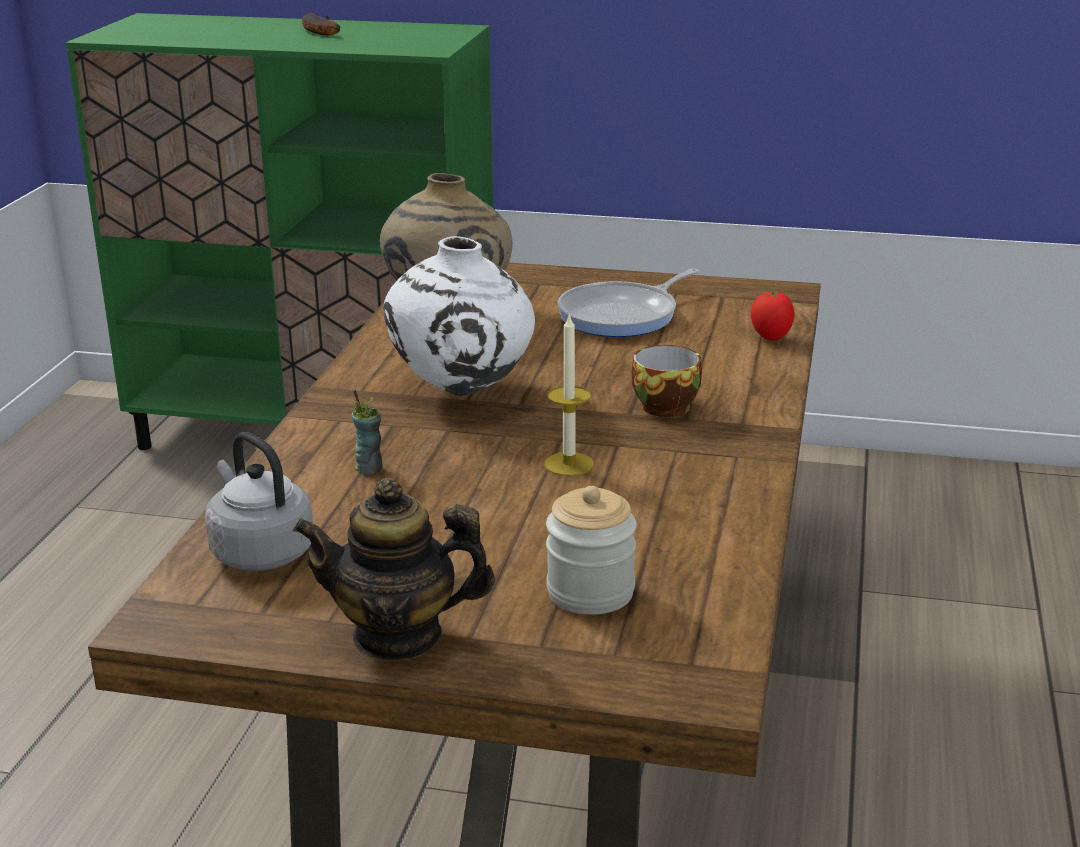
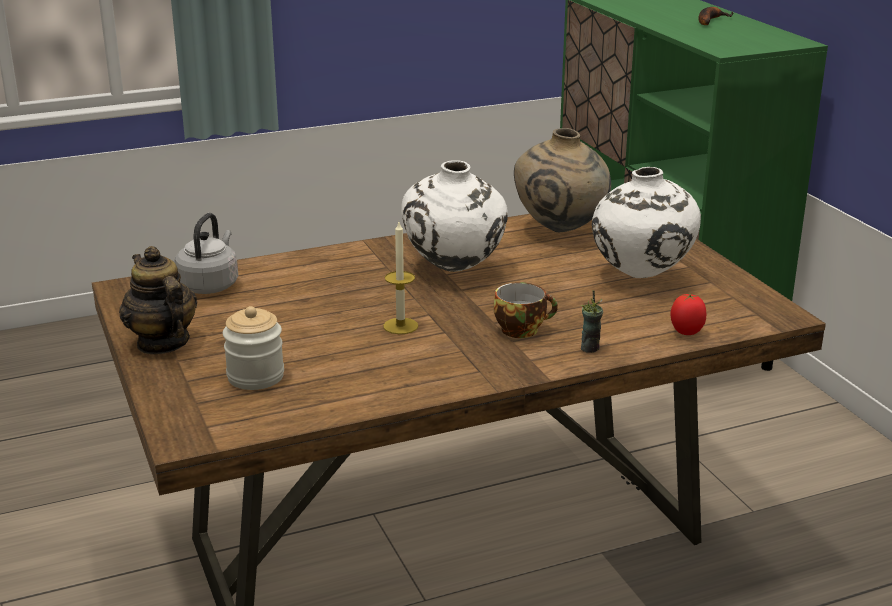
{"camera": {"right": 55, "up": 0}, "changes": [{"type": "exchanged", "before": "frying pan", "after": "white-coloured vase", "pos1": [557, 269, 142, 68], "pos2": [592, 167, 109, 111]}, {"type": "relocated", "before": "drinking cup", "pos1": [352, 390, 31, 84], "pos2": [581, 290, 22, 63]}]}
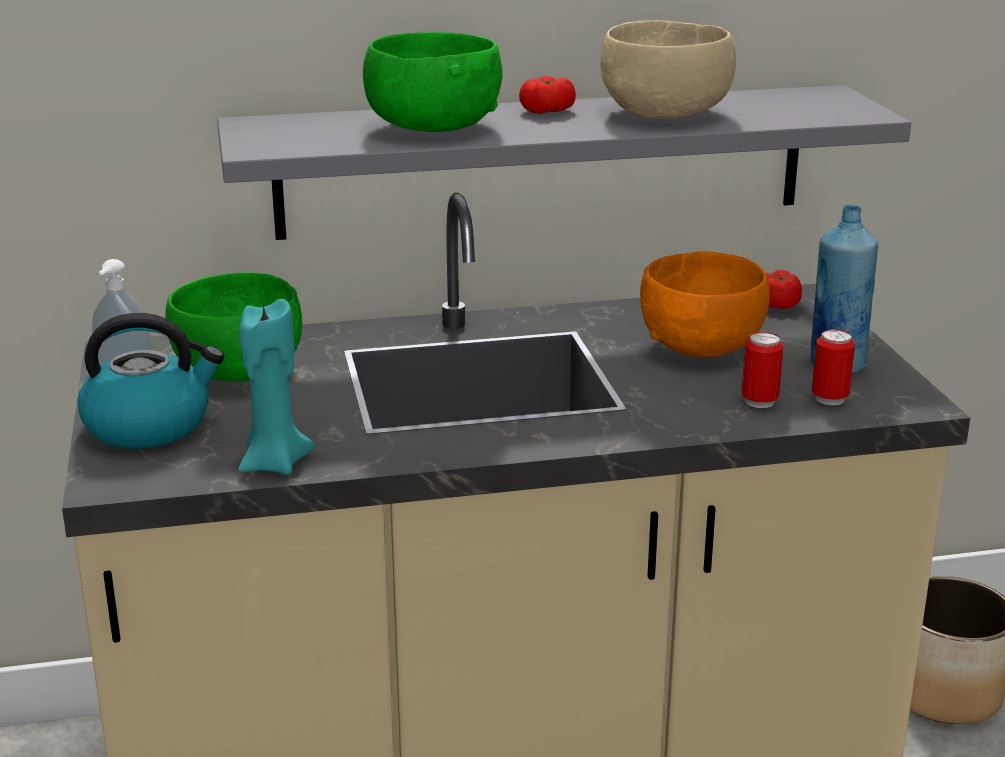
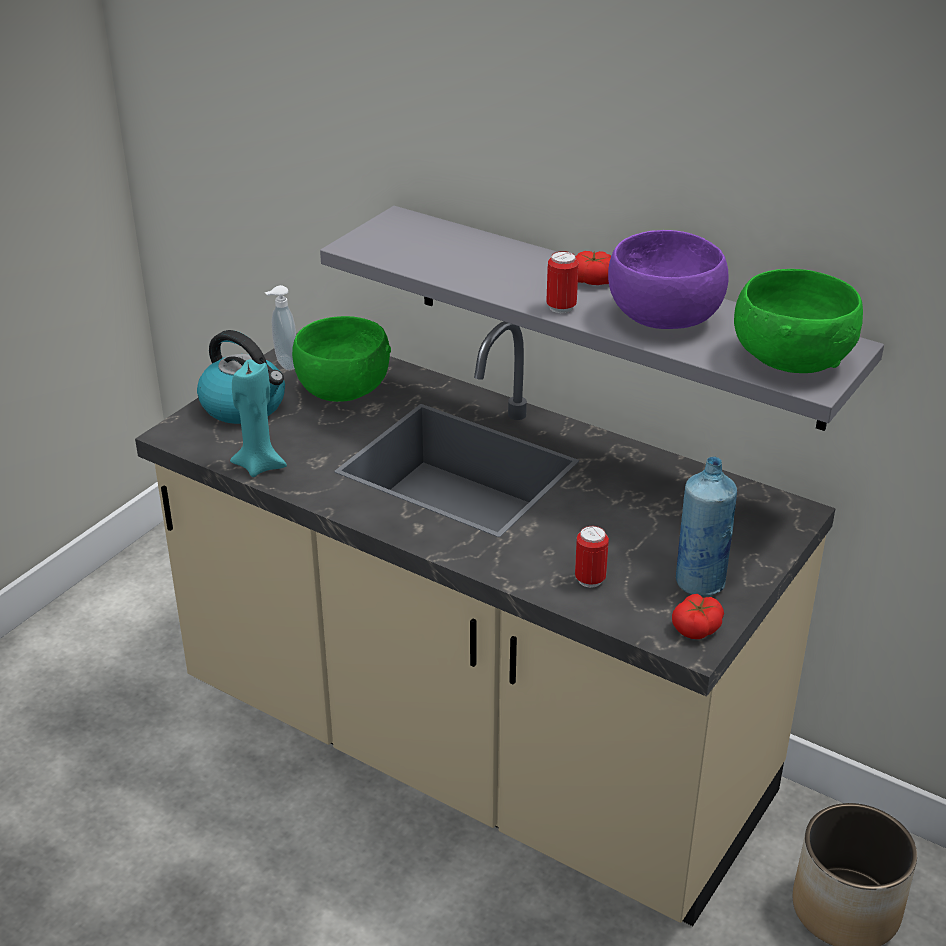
{"camera": {"right": 45, "up": 10}, "changes": [{"type": "colour", "before": "sand-coloured bowl", "after": "purple-coloured bowl", "pos1": [601, 20, 135, 99], "pos2": [608, 230, 121, 99]}, {"type": "relocated", "before": "green-coloured bowl", "pos1": [363, 32, 140, 100], "pos2": [734, 269, 129, 104]}, {"type": "missing", "before": "orange bowl", "pos1": [640, 252, 130, 106]}, {"type": "relocated", "before": "tomato", "pos1": [766, 270, 36, 39], "pos2": [672, 594, 52, 45]}, {"type": "relocated", "before": "metal can", "pos1": [812, 329, 43, 76], "pos2": [546, 251, 32, 63]}]}
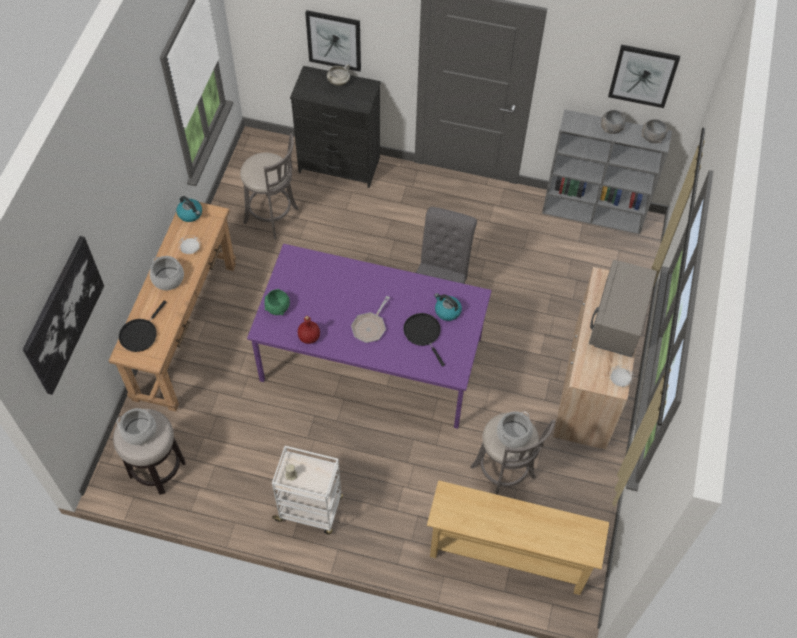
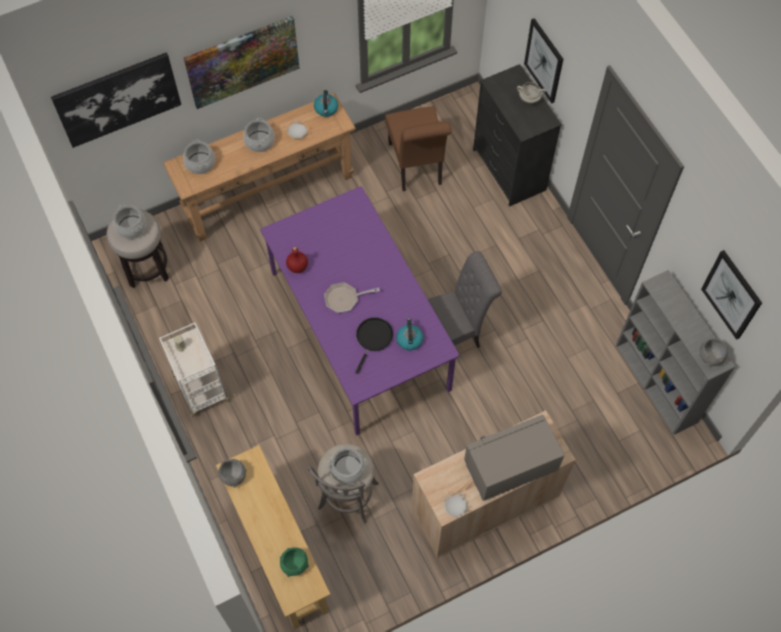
{"camera": {"right": 50, "up": 5}, "changes": [{"type": "relocated", "before": "greyish bowl", "pos1": [601, 110, 24, 24], "pos2": [218, 459, 29, 29]}, {"type": "exchanged", "before": "greyish stool seat", "after": "brown-coloured upright chair", "pos1": [240, 134, 59, 105], "pos2": [385, 106, 66, 85]}, {"type": "relocated", "before": "green-coloured bowl", "pos1": [264, 289, 26, 26], "pos2": [280, 547, 29, 30]}, {"type": "exchanged", "before": "black frying pan", "after": "cooking pot", "pos1": [119, 301, 48, 51], "pos2": [183, 140, 32, 34]}, {"type": "appeared", "after": "picture", "pos2": [184, 16, 116, 93]}]}
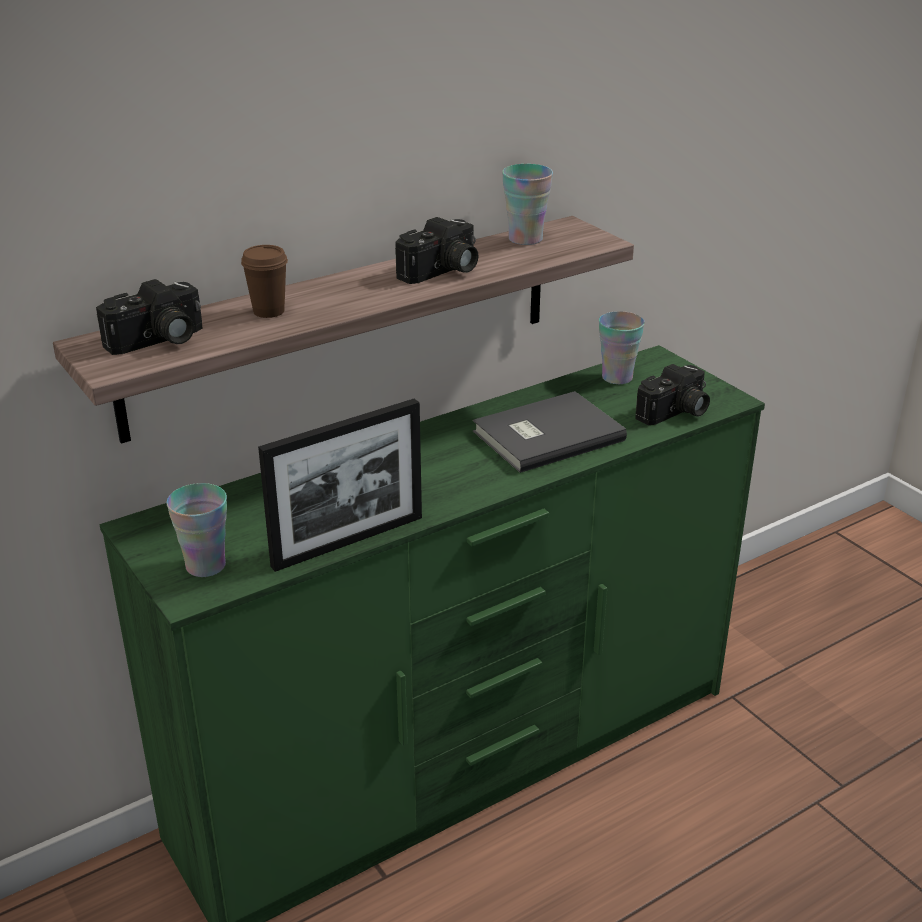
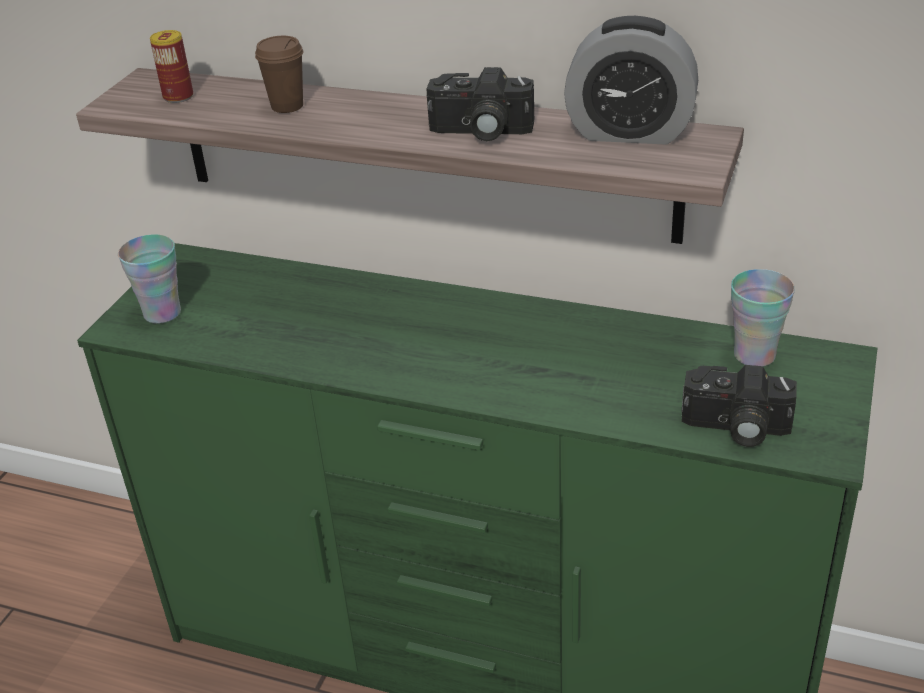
{"camera": {"right": 55, "up": 5}, "changes": [{"type": "exchanged", "before": "drinking cup", "after": "table clock", "pos1": [502, 164, 51, 81], "pos2": [564, 16, 134, 128]}, {"type": "exchanged", "before": "photo camera", "after": "metal can", "pos1": [96, 279, 107, 76], "pos2": [150, 30, 43, 73]}, {"type": "missing", "before": "greyish book", "pos1": [473, 391, 154, 82]}, {"type": "missing", "before": "photo frame", "pos1": [258, 399, 164, 173]}]}
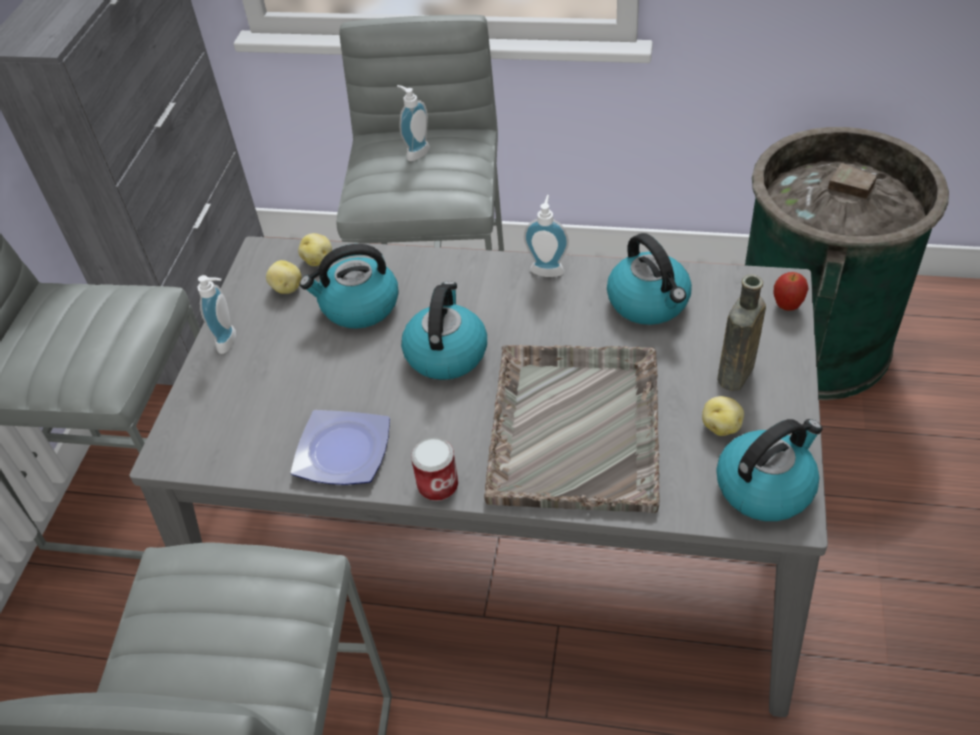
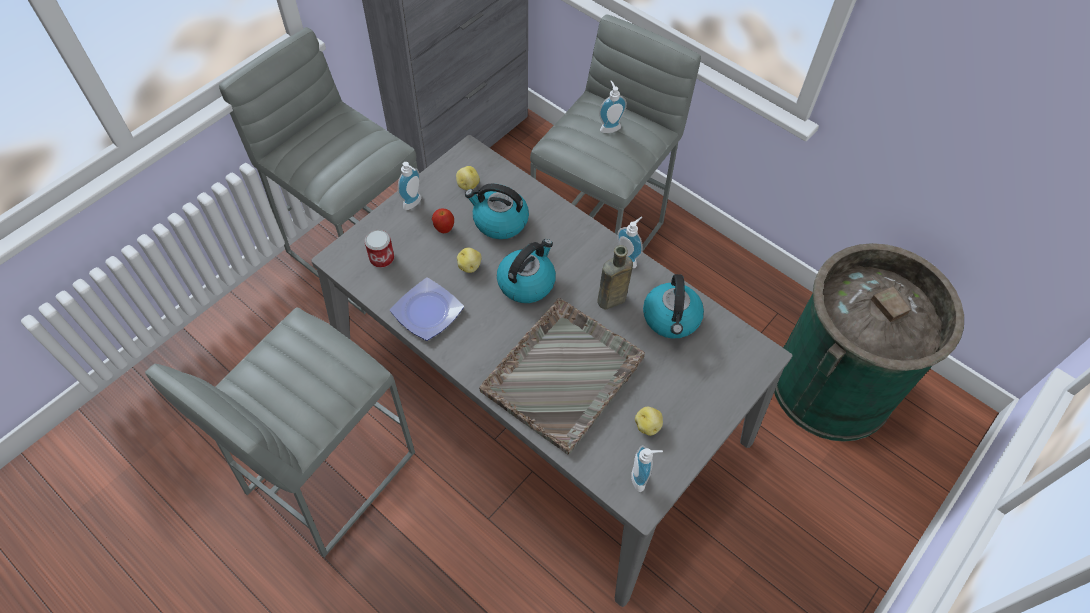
{"camera": {"right": 25, "up": 10}, "changes": [{"type": "relocated", "before": "potato", "pos1": [298, 233, 34, 33], "pos2": [457, 247, 25, 26]}, {"type": "relocated", "before": "whole apple", "pos1": [774, 272, 35, 39], "pos2": [432, 208, 22, 25]}, {"type": "relocated", "before": "brown-coloured drink bottle", "pos1": [717, 274, 49, 117], "pos2": [597, 245, 36, 65]}, {"type": "exchanged", "before": "kettle", "after": "soap dispenser", "pos1": [716, 419, 106, 102], "pos2": [631, 445, 32, 47]}, {"type": "relocated", "before": "metal can", "pos1": [411, 437, 47, 64], "pos2": [365, 230, 29, 38]}]}
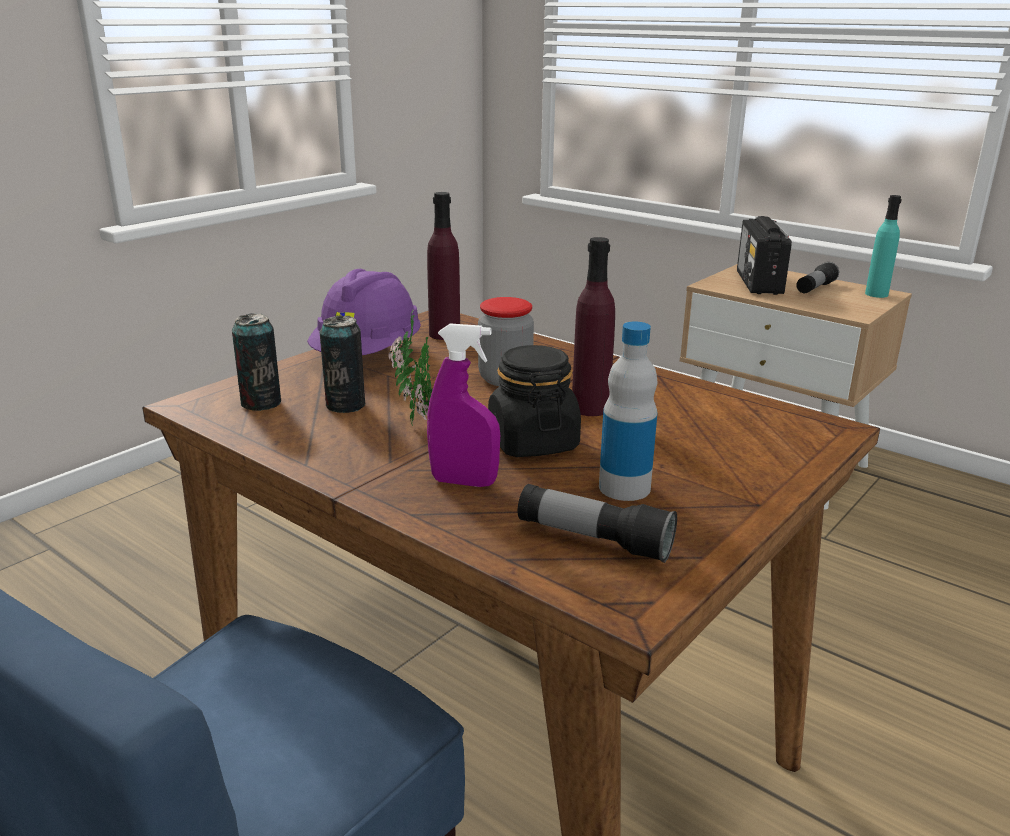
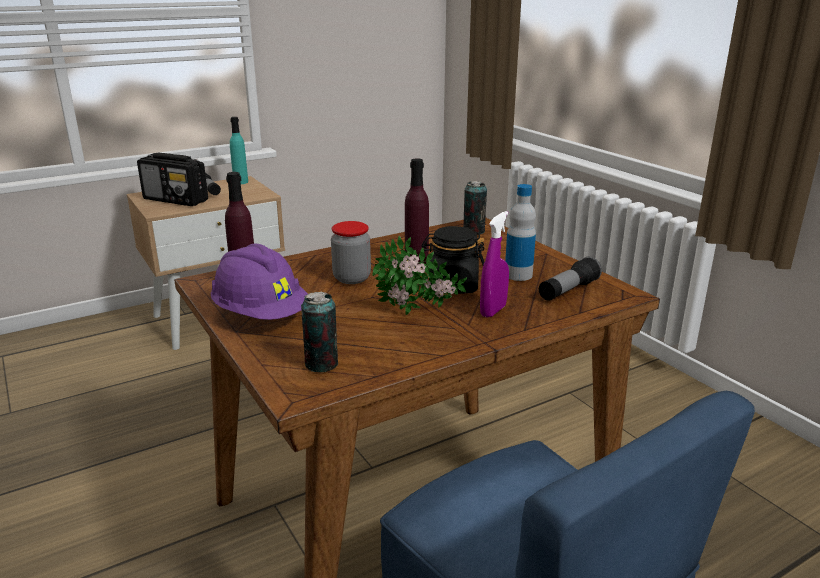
{"camera": {"right": -70, "up": 0}, "changes": [{"type": "relocated", "before": "metal can", "pos1": [320, 316, 45, 97], "pos2": [463, 181, 24, 54]}]}
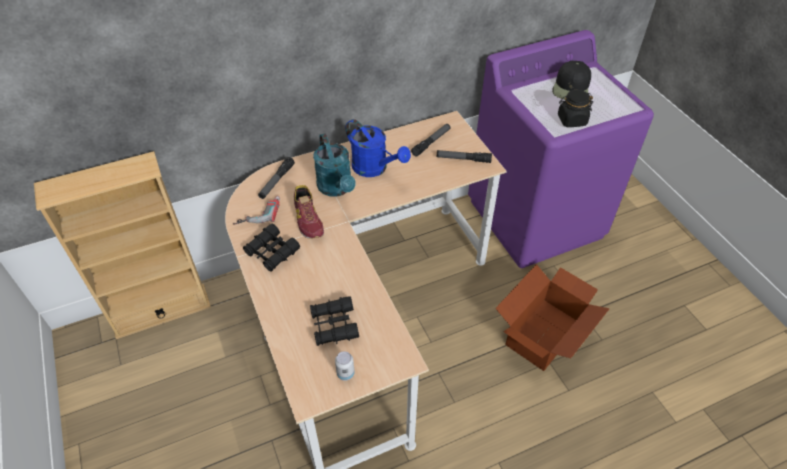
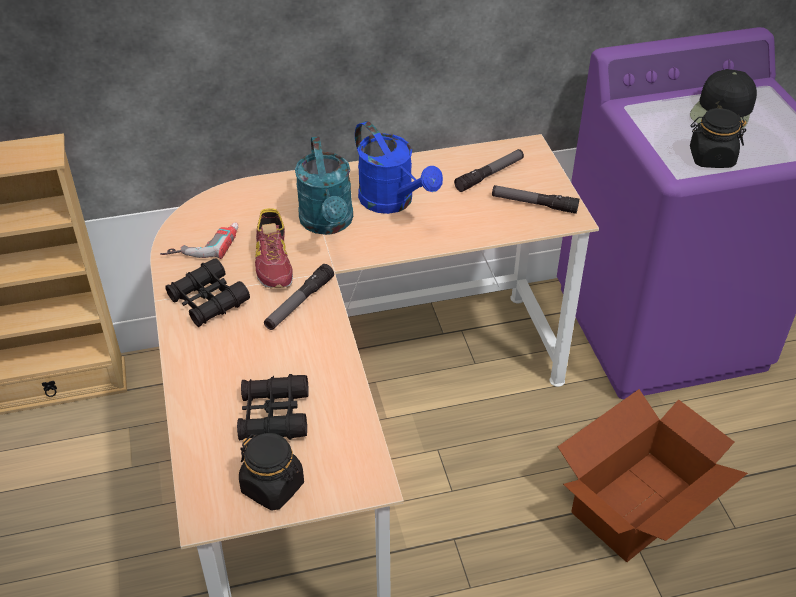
{"camera": {"right": 10, "up": -5}, "changes": [{"type": "relocated", "before": "torch", "pos1": [258, 157, 37, 42], "pos2": [264, 264, 70, 66]}, {"type": "exchanged", "before": "metal can", "after": "black storage jar", "pos1": [335, 351, 20, 30], "pos2": [239, 433, 65, 78]}]}
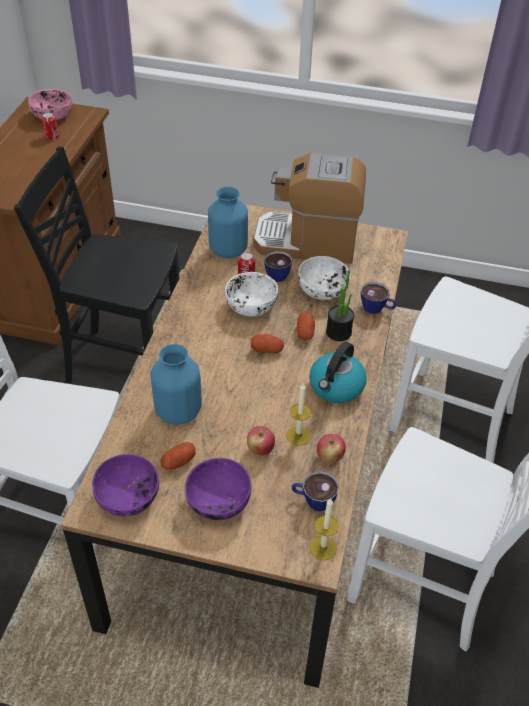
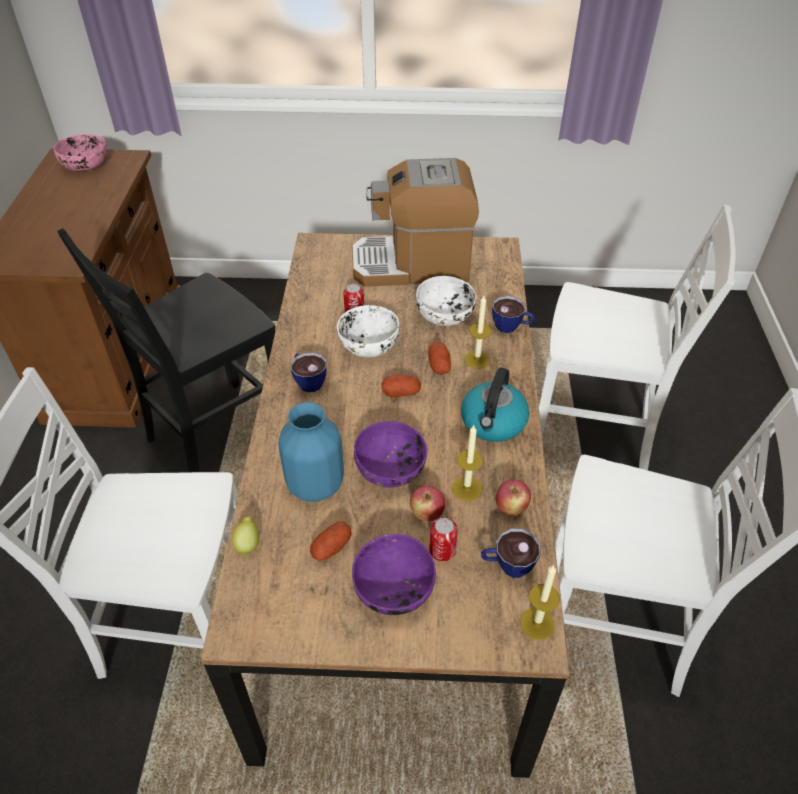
{"camera": {"right": -10, "up": 0}, "changes": [{"type": "relocated", "before": "metal can", "pos1": [41, 112, 18, 28], "pos2": [429, 518, 29, 43]}, {"type": "spun", "before": "black upright chair", "pos1": [14, 146, 165, 236], "pos2": [57, 228, 219, 244], "turn": -45}, {"type": "missing", "before": "blue-coloured vase", "pos1": [208, 187, 40, 71]}, {"type": "relocated", "before": "drinking cup", "pos1": [264, 251, 28, 31], "pos2": [290, 352, 37, 40]}, {"type": "exchanged", "before": "plant in a pot", "after": "wax light", "pos1": [326, 270, 28, 71], "pos2": [465, 296, 27, 73]}, {"type": "relocated", "before": "purple-coloured bowl", "pos1": [92, 454, 67, 63], "pos2": [354, 421, 73, 67]}, {"type": "appeared", "after": "citrus fruit", "pos2": [232, 516, 27, 40]}]}
